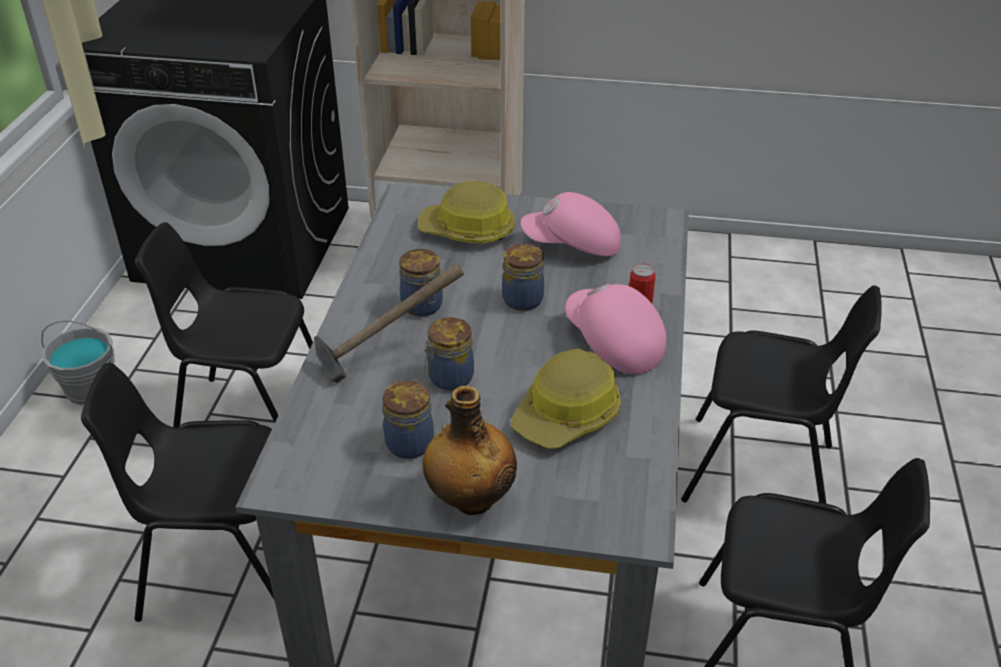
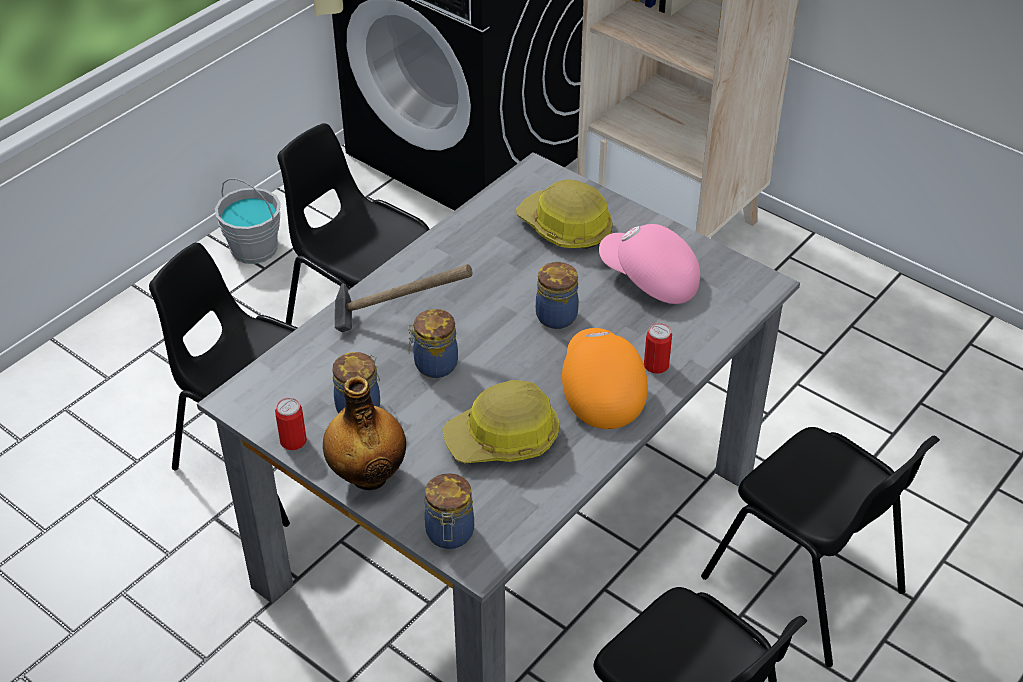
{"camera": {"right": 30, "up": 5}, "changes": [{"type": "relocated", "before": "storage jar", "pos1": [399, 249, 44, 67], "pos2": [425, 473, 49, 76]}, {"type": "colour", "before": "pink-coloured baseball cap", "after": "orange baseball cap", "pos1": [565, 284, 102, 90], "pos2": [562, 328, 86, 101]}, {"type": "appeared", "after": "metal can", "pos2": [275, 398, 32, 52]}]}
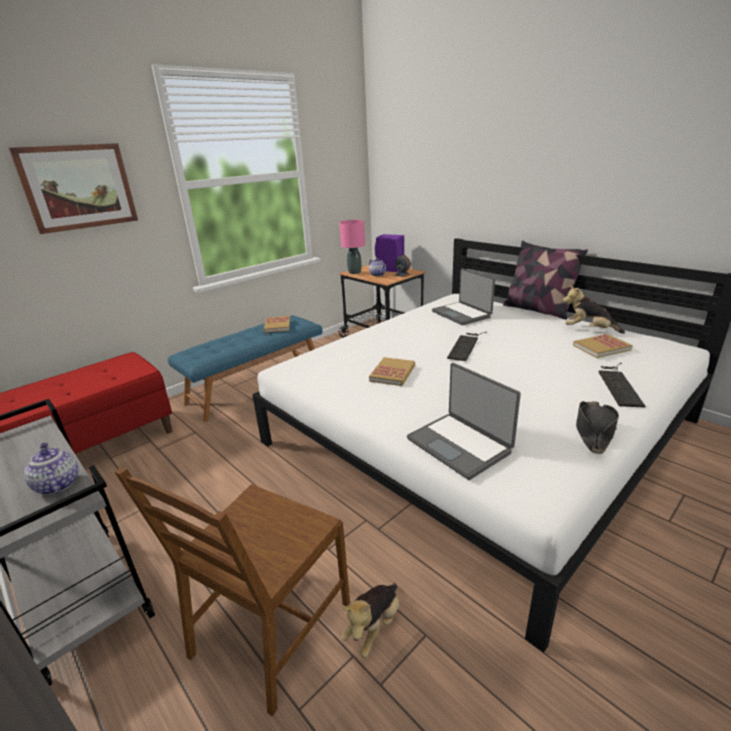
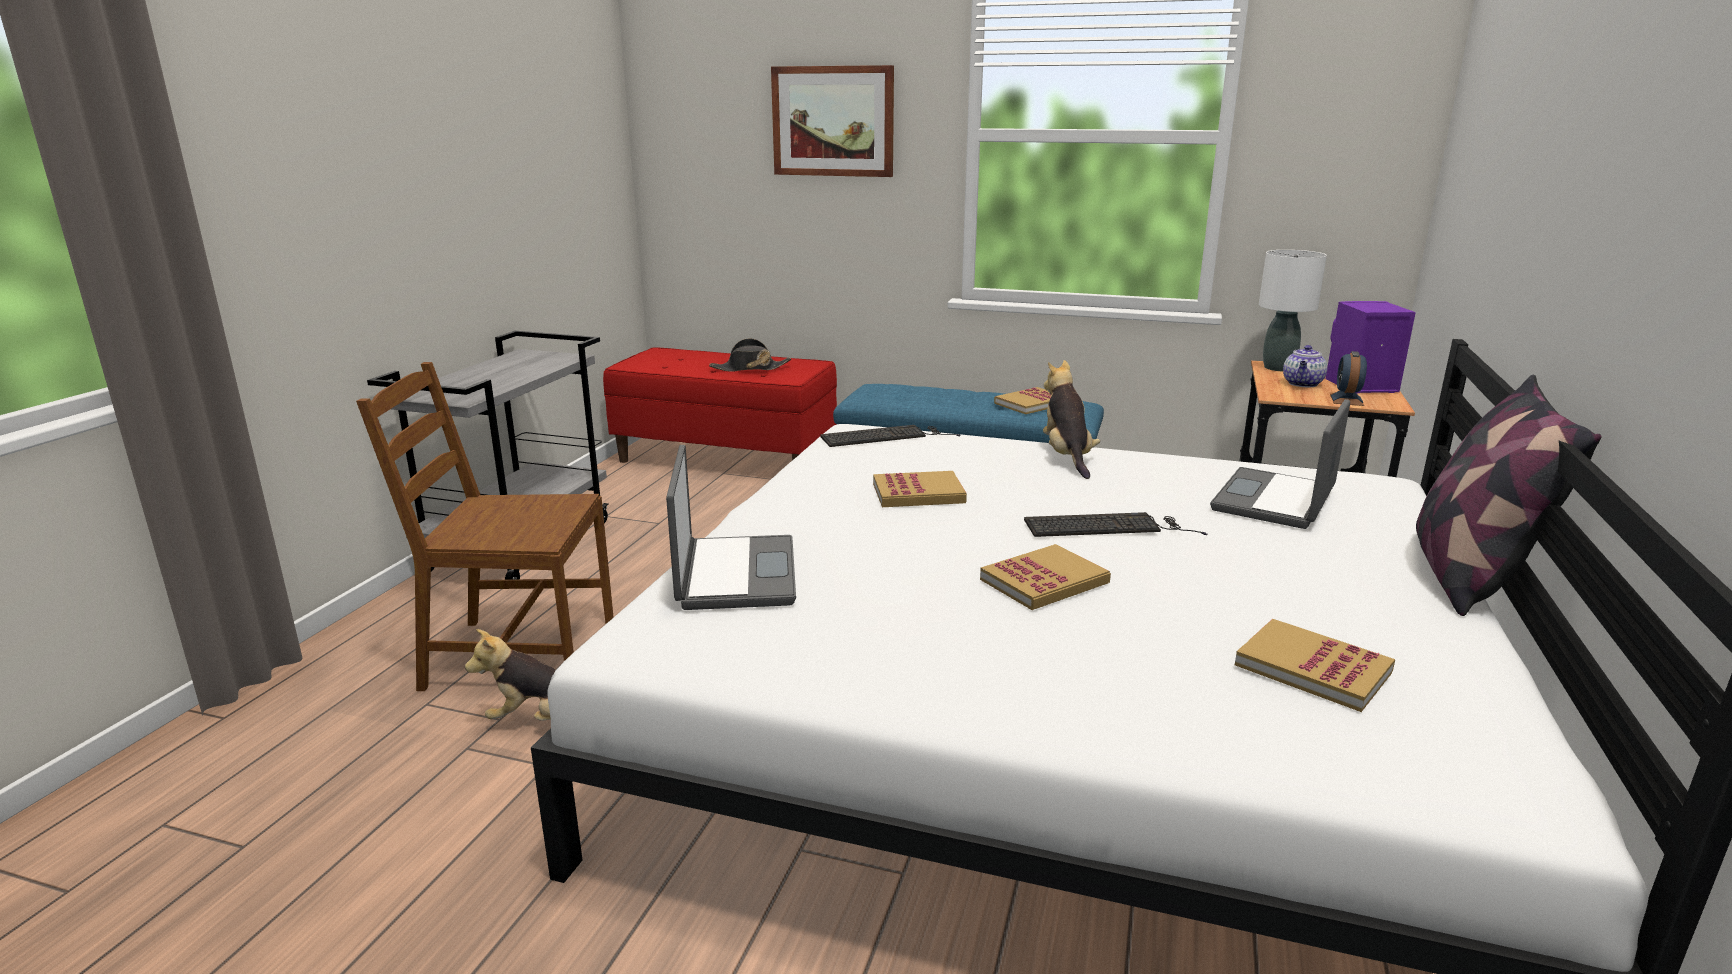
{"camera": {"right": 60, "up": -5}, "changes": [{"type": "colour", "before": "pink-coloured lamp for a table", "after": "white-coloured lamp for a table", "pos1": [339, 220, 26, 54], "pos2": [1259, 250, 68, 121]}, {"type": "relocated", "before": "plush toy", "pos1": [563, 285, 62, 49], "pos2": [1043, 360, 57, 119]}, {"type": "spun", "before": "laptop", "pos1": [407, 363, 114, 117], "pos2": [666, 445, 130, 165], "turn": 150}, {"type": "relocated", "before": "computer keyboard", "pos1": [599, 363, 47, 45], "pos2": [820, 425, 140, 22]}, {"type": "relocated", "before": "black hat", "pos1": [576, 401, 43, 53], "pos2": [709, 338, 82, 34]}, {"type": "missing", "before": "teapot", "pos1": [24, 442, 55, 53]}, {"type": "appeared", "after": "book", "pos2": [980, 544, 131, 66]}]}
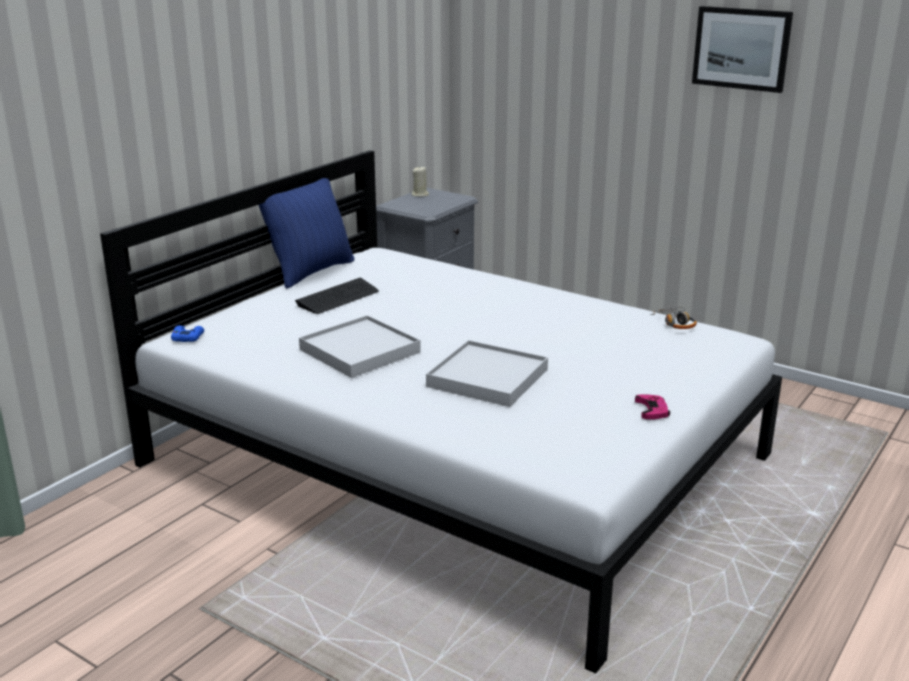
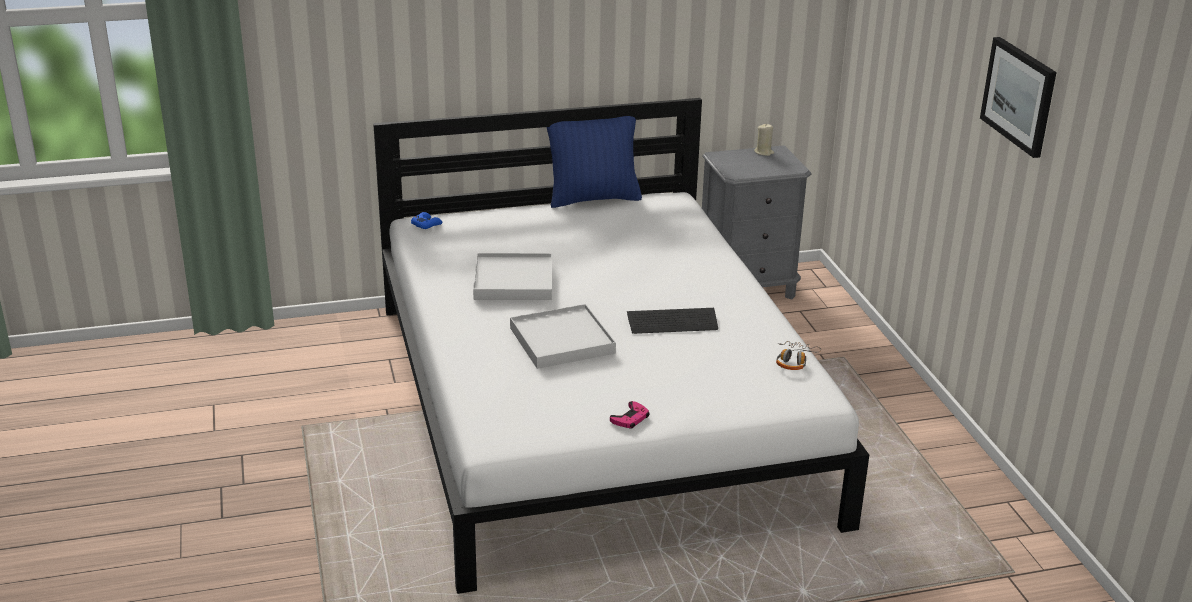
{"camera": {"right": 40, "up": 5}, "changes": [{"type": "relocated", "before": "computer keyboard", "pos1": [295, 277, 84, 37], "pos2": [627, 308, 91, 26]}]}
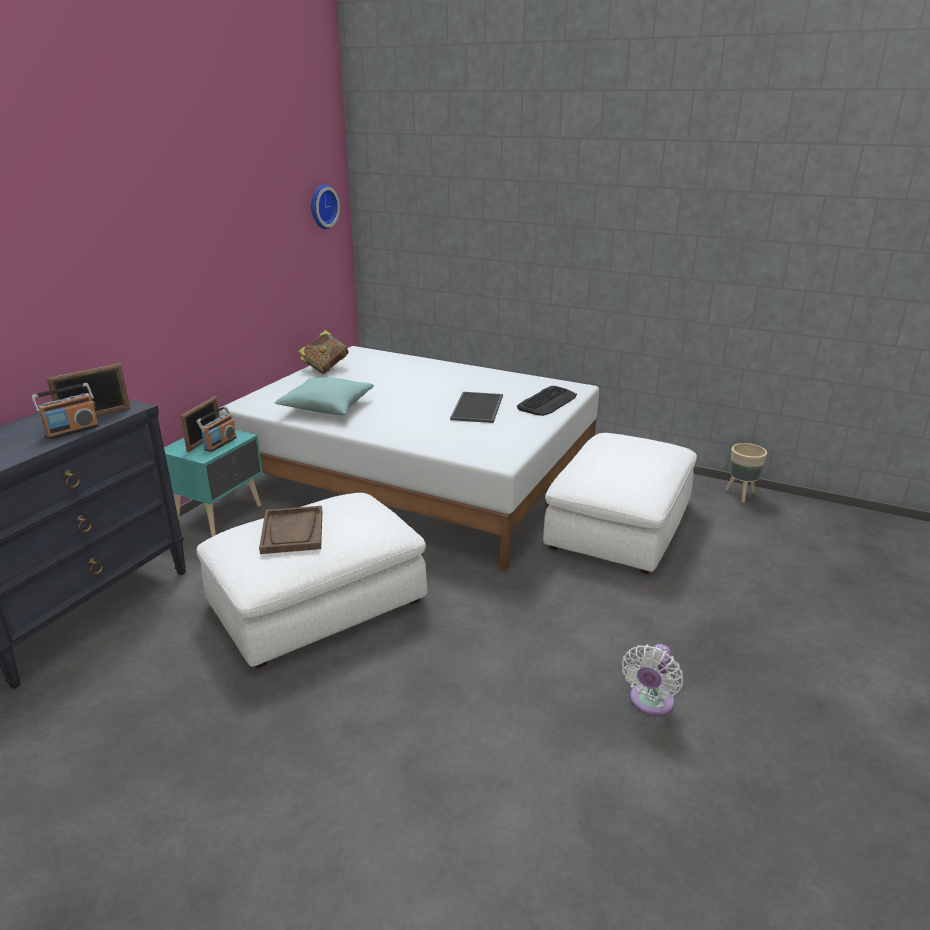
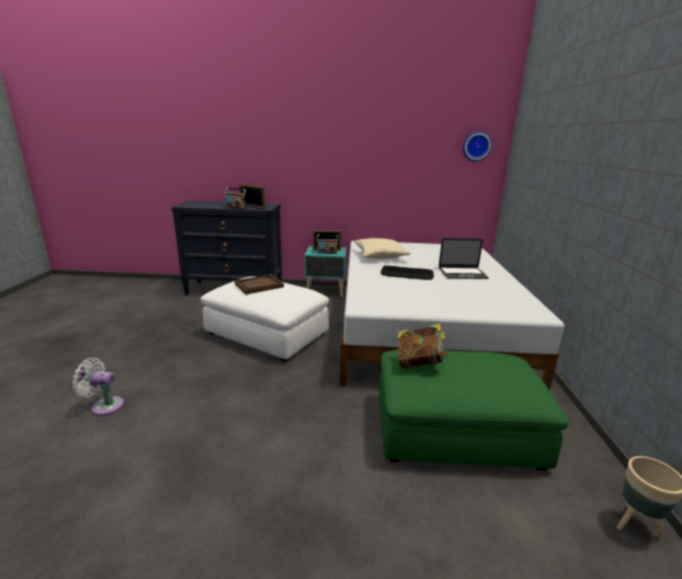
{"camera": {"right": 65, "up": -5}, "changes": [{"type": "relocated", "before": "book", "pos1": [298, 330, 50, 44], "pos2": [398, 324, 50, 44]}, {"type": "colour", "before": "blue-green pillow", "after": "sand-coloured pillow", "pos1": [275, 377, 99, 38], "pos2": [354, 238, 57, 21]}, {"type": "relocated", "before": "computer keyboard", "pos1": [517, 386, 60, 30], "pos2": [380, 266, 54, 14]}, {"type": "missing", "before": "serving tray", "pos1": [450, 392, 53, 31]}, {"type": "colour", "before": "white-coloured pouffe", "after": "green-coloured pouffe", "pos1": [543, 433, 154, 141], "pos2": [379, 350, 190, 120]}, {"type": "relocated", "before": "white-coloured electric fan", "pos1": [622, 644, 61, 72], "pos2": [72, 358, 52, 58]}, {"type": "appeared", "after": "laptop", "pos2": [439, 238, 50, 41]}]}
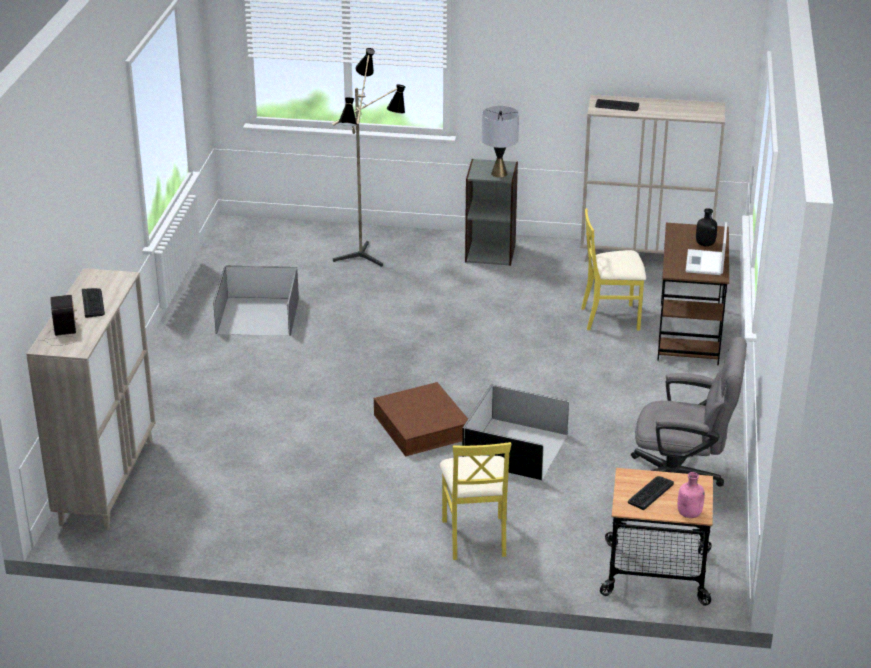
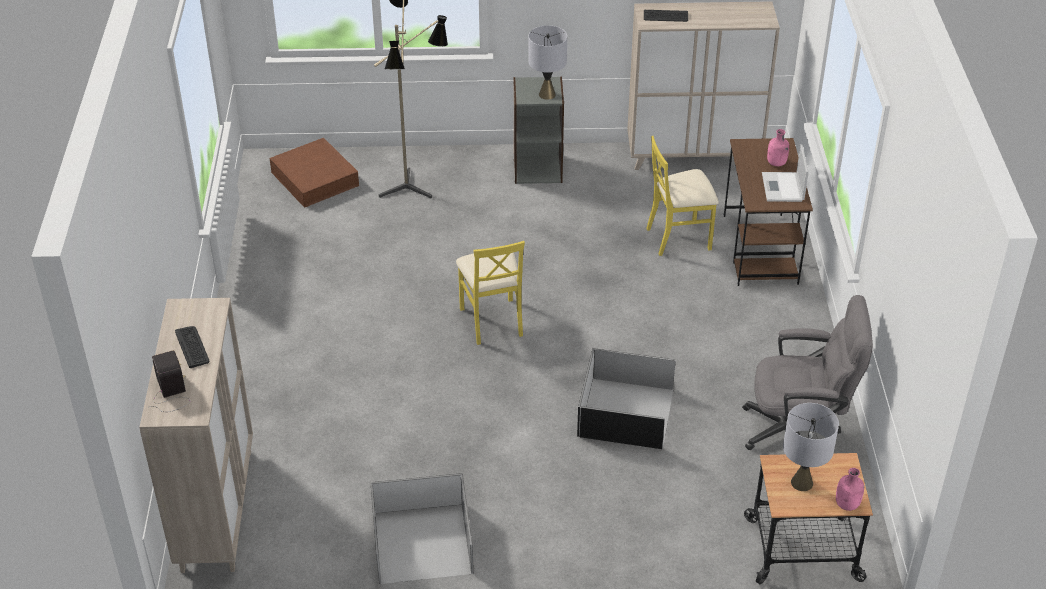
{"camera": {"right": -10, "up": 10}, "changes": [{"type": "colour", "before": "black drink bottle", "after": "pink-coloured drink bottle", "pos1": [696, 208, 21, 38], "pos2": [767, 129, 22, 37]}, {"type": "relocated", "before": "greyish storage container", "pos1": [213, 266, 86, 70], "pos2": [371, 473, 102, 111]}, {"type": "relocated", "before": "brown-coloured storage container", "pos1": [374, 382, 94, 75], "pos2": [269, 138, 90, 70]}, {"type": "relocated", "before": "yellow-coloured upright chair", "pos1": [440, 442, 71, 118], "pos2": [456, 241, 69, 104]}, {"type": "exchanged", "before": "computer keyboard", "after": "greyish lamp for a table", "pos1": [628, 476, 46, 34], "pos2": [783, 403, 56, 88]}]}
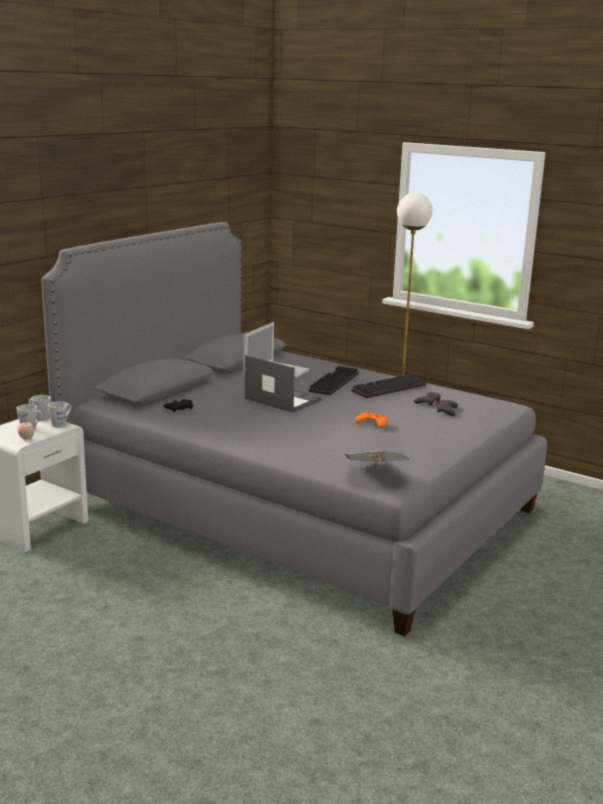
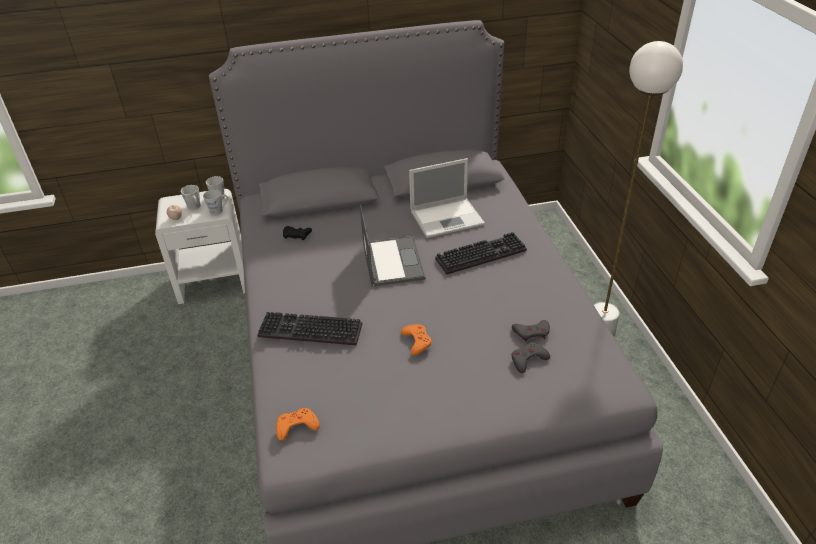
{"camera": {"right": 45, "up": 20}, "changes": [{"type": "relocated", "before": "computer keyboard", "pos1": [351, 374, 75, 24], "pos2": [257, 312, 105, 33]}, {"type": "exchanged", "before": "newspaper", "after": "orange gamepad", "pos1": [345, 451, 64, 13], "pos2": [276, 408, 44, 33]}]}
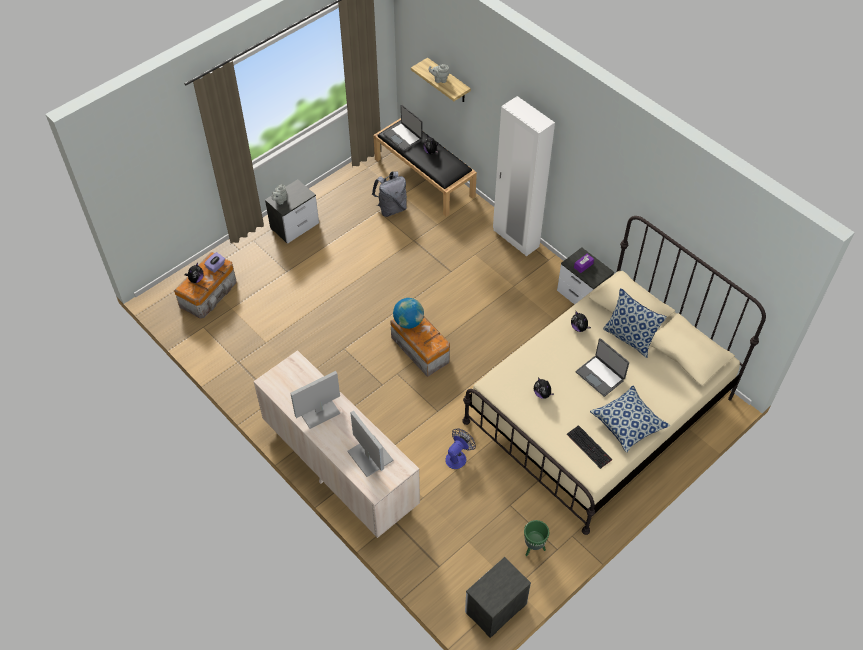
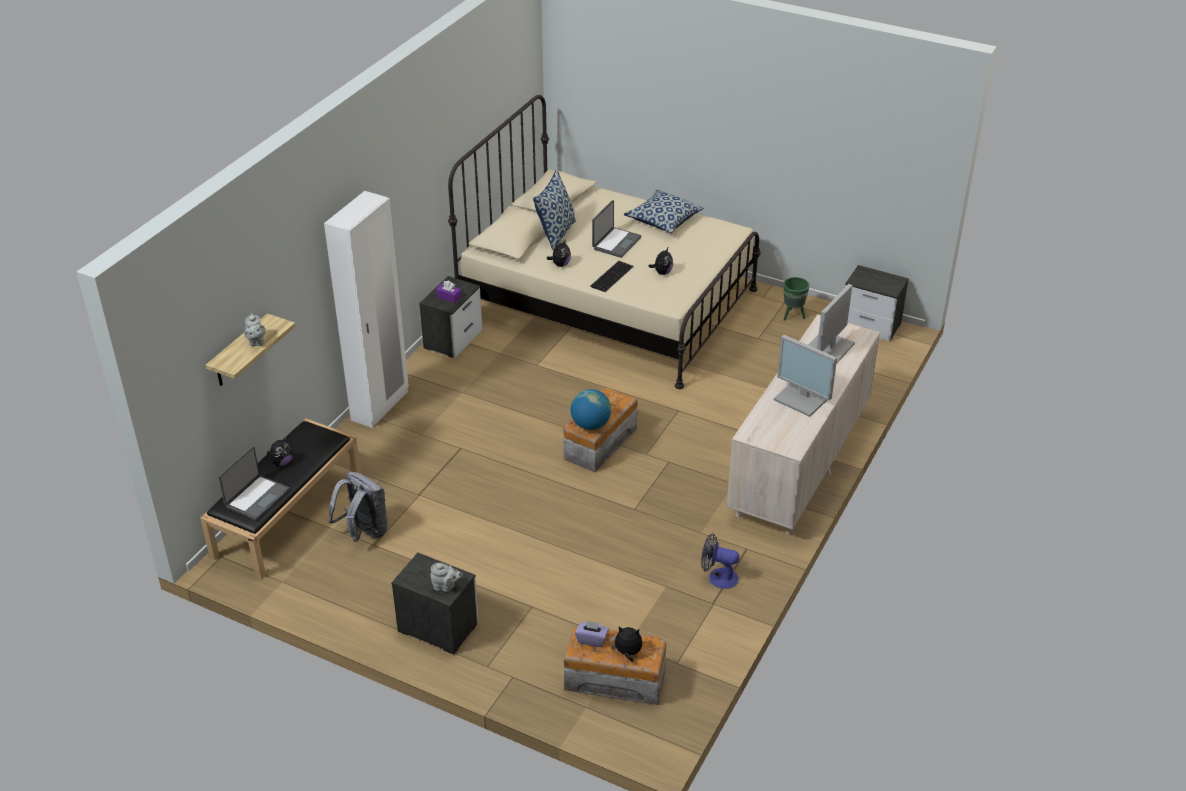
{"camera": {"right": -110, "up": -15}, "changes": [{"type": "relocated", "before": "computer keyboard", "pos1": [567, 425, 45, 44], "pos2": [590, 261, 43, 31]}, {"type": "relocated", "before": "electric fan", "pos1": [445, 429, 31, 40], "pos2": [701, 533, 38, 56]}]}
